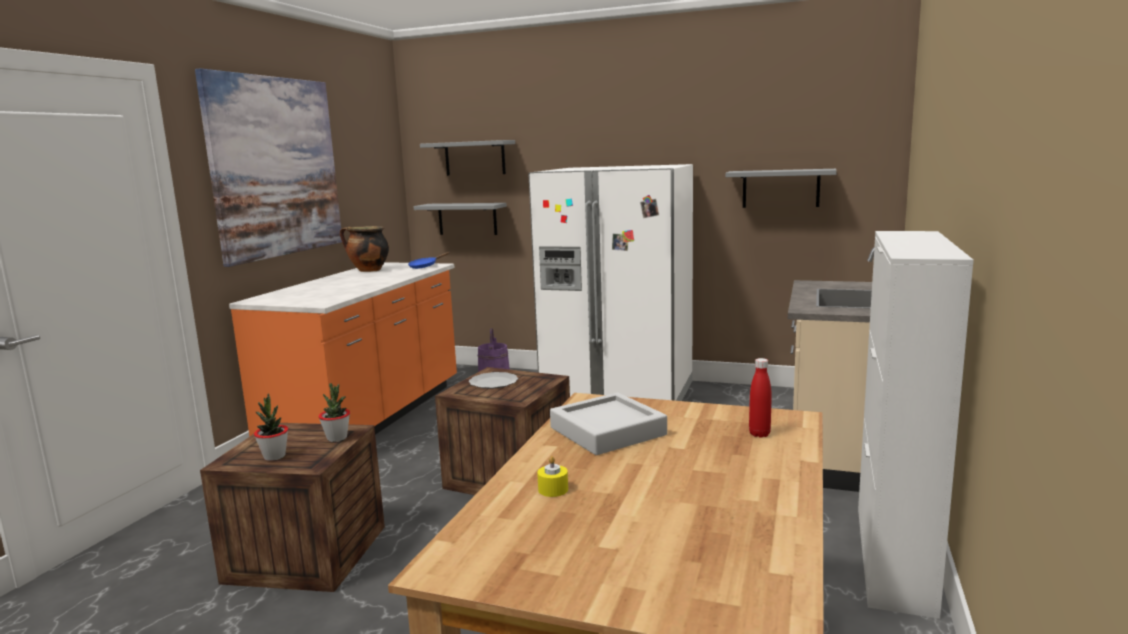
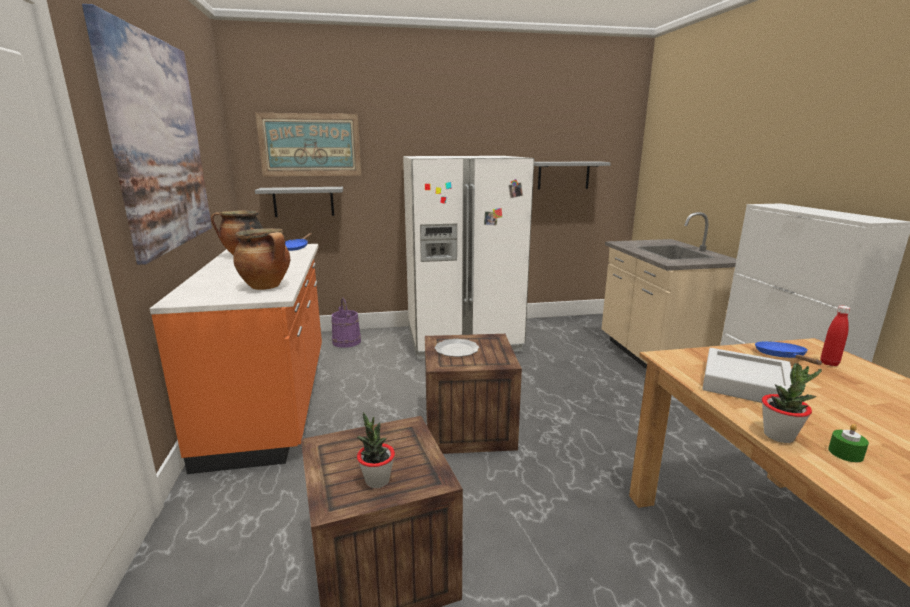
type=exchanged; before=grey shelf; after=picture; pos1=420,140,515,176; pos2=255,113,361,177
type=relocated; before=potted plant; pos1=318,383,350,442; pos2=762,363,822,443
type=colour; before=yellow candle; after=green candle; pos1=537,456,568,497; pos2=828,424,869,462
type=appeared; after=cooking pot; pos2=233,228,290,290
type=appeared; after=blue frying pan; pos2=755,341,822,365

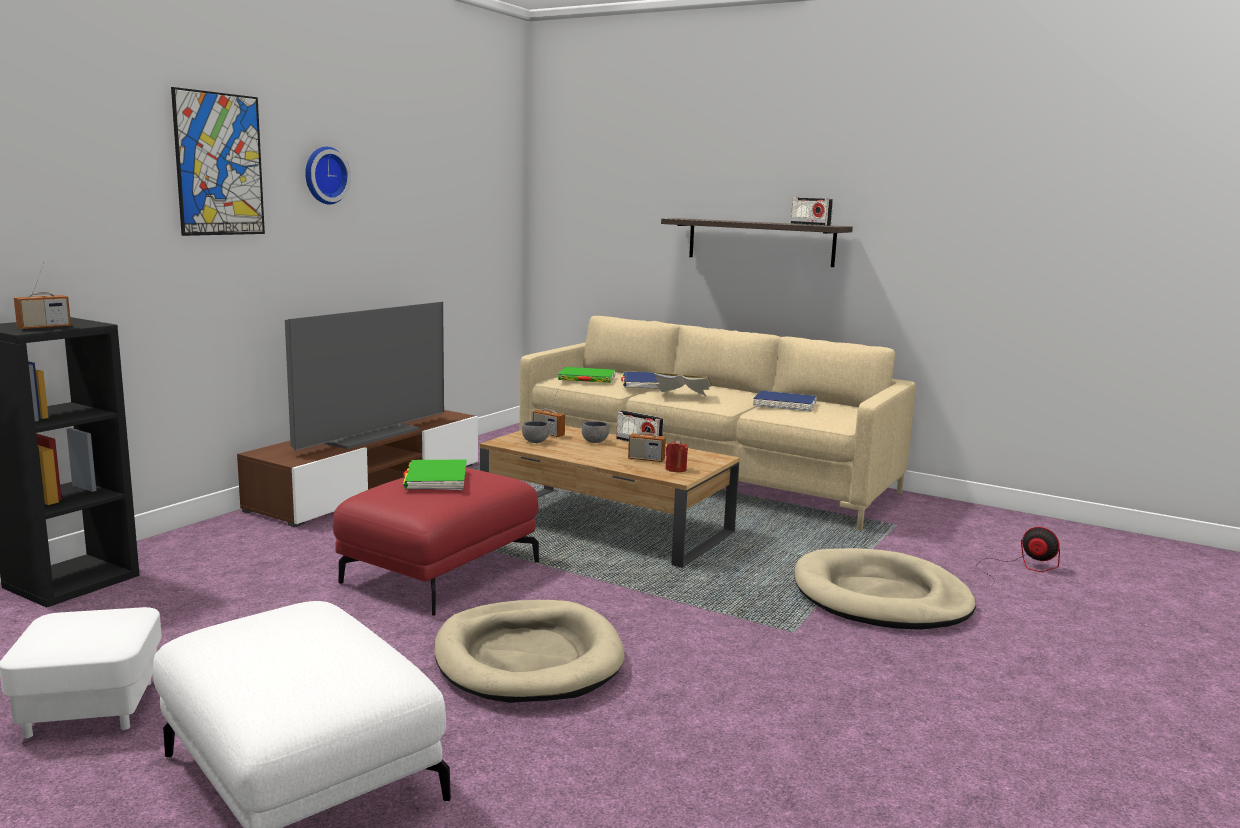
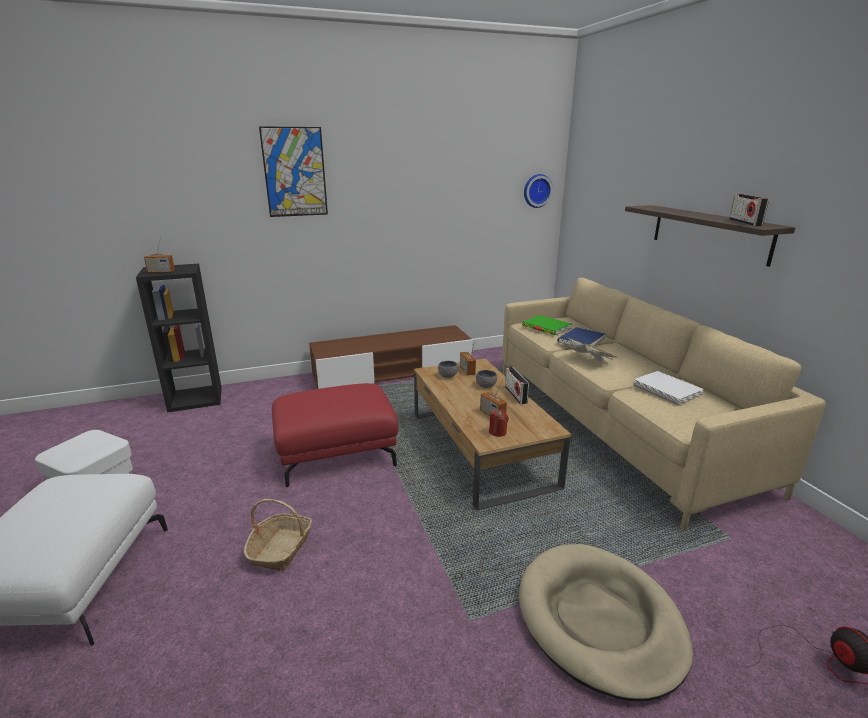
type=relocated; before=wall clock; pos1=305,147,351,204; pos2=524,174,553,208
type=missing; before=television; pos1=285,302,444,450
type=colour; before=blue book; after=white book; pos1=753,391,817,412; pos2=633,371,704,406
type=missing; before=green book; pos1=403,459,467,490
type=exchanged; before=beige dog bed; after=basket; pos1=434,600,625,703; pos2=244,499,312,571

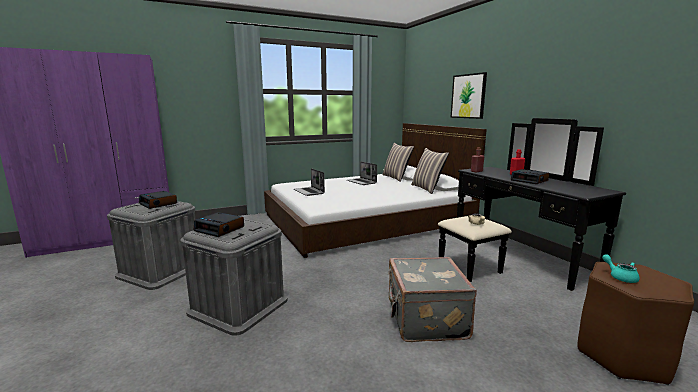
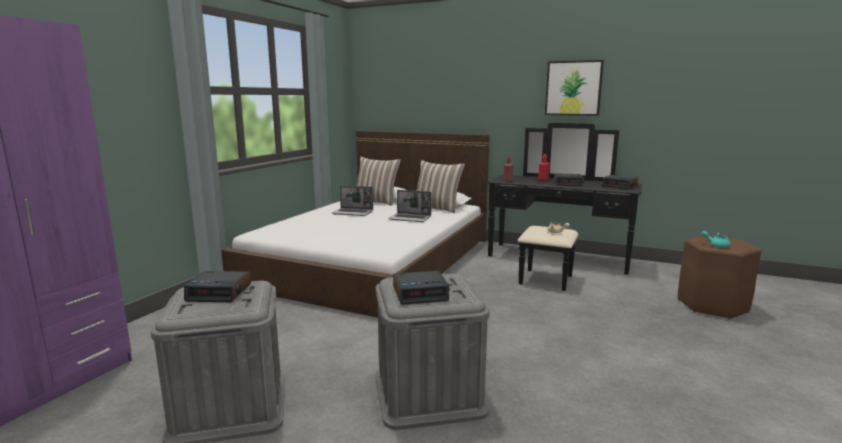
type=relocated; before=picture; pos1=450,72,487,119; pos2=545,60,604,116
type=relocated; before=laptop; pos1=294,168,325,196; pos2=388,190,431,222
type=missing; before=grey suitcase; pos1=388,257,477,342
type=appeared; after=alarm clock; pos2=602,175,638,189

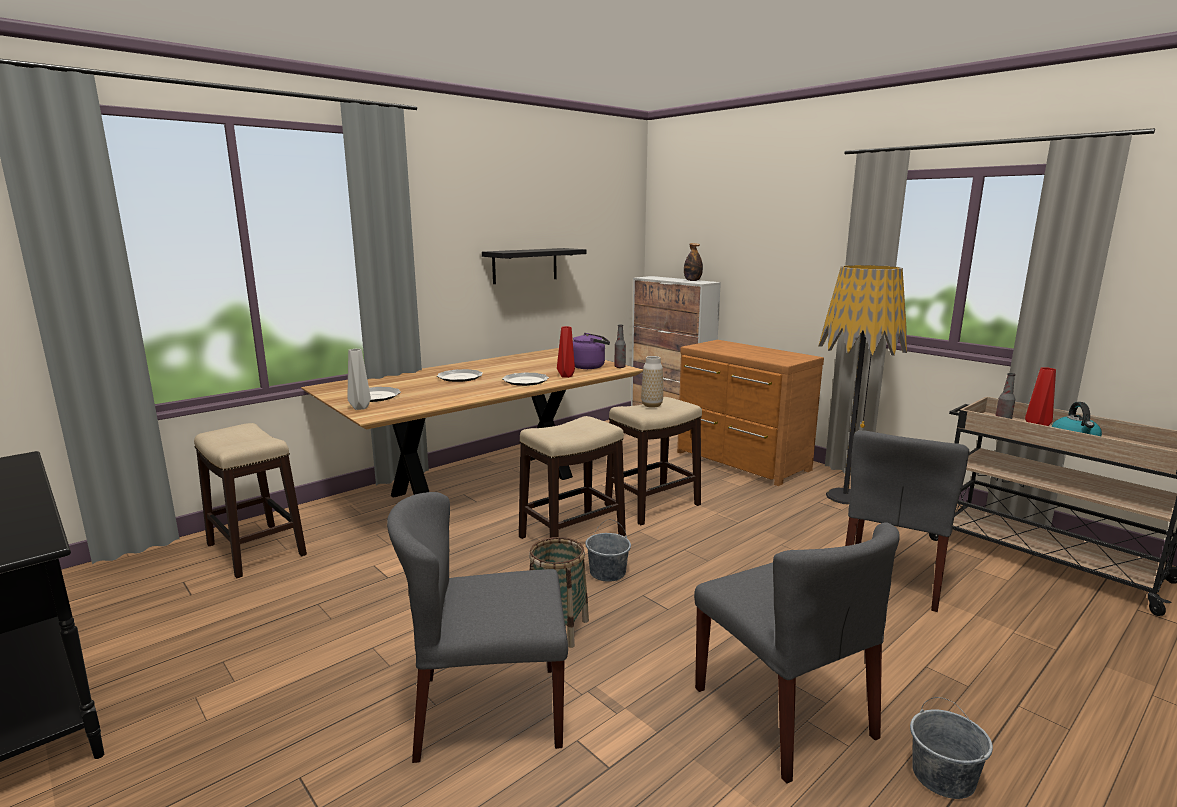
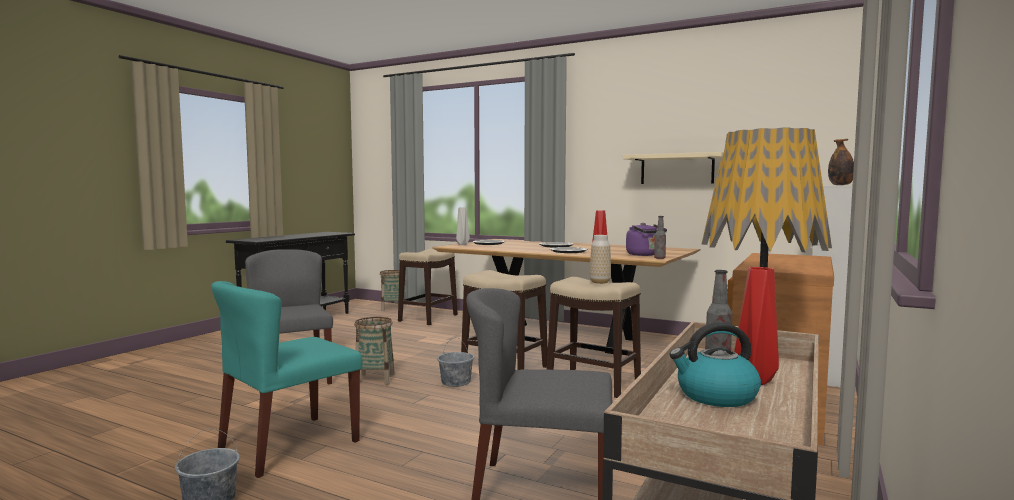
type=colour; before=black shelf; after=beige shelf; pos1=482,248,587,284; pos2=623,152,723,184
type=colour; before=grey chair; after=turquoise chair; pos1=694,522,900,784; pos2=211,281,362,478
type=appeared; after=basket; pos2=380,270,399,311

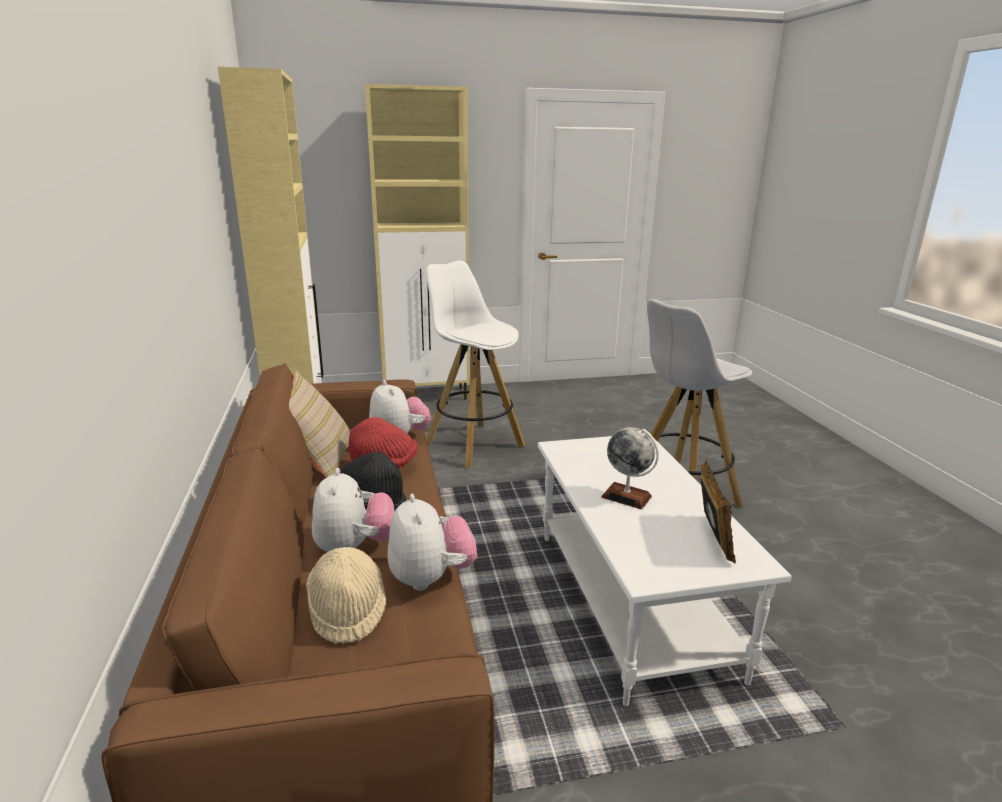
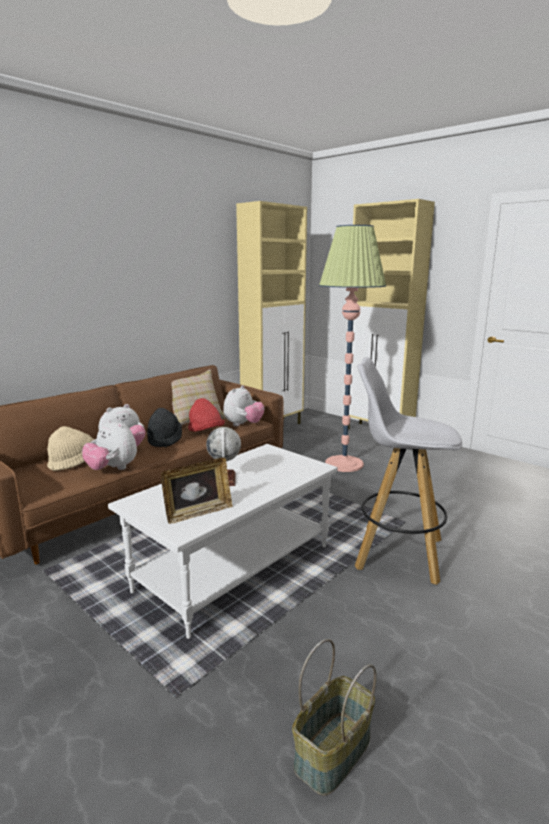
type=exchanged; before=white stool; after=floor lamp; pos1=426,260,525,468; pos2=319,225,386,472
type=spun; before=plush toy; pos1=387,494,477,591; pos2=82,419,137,470; turn=90
type=appeared; after=basket; pos2=292,639,377,795

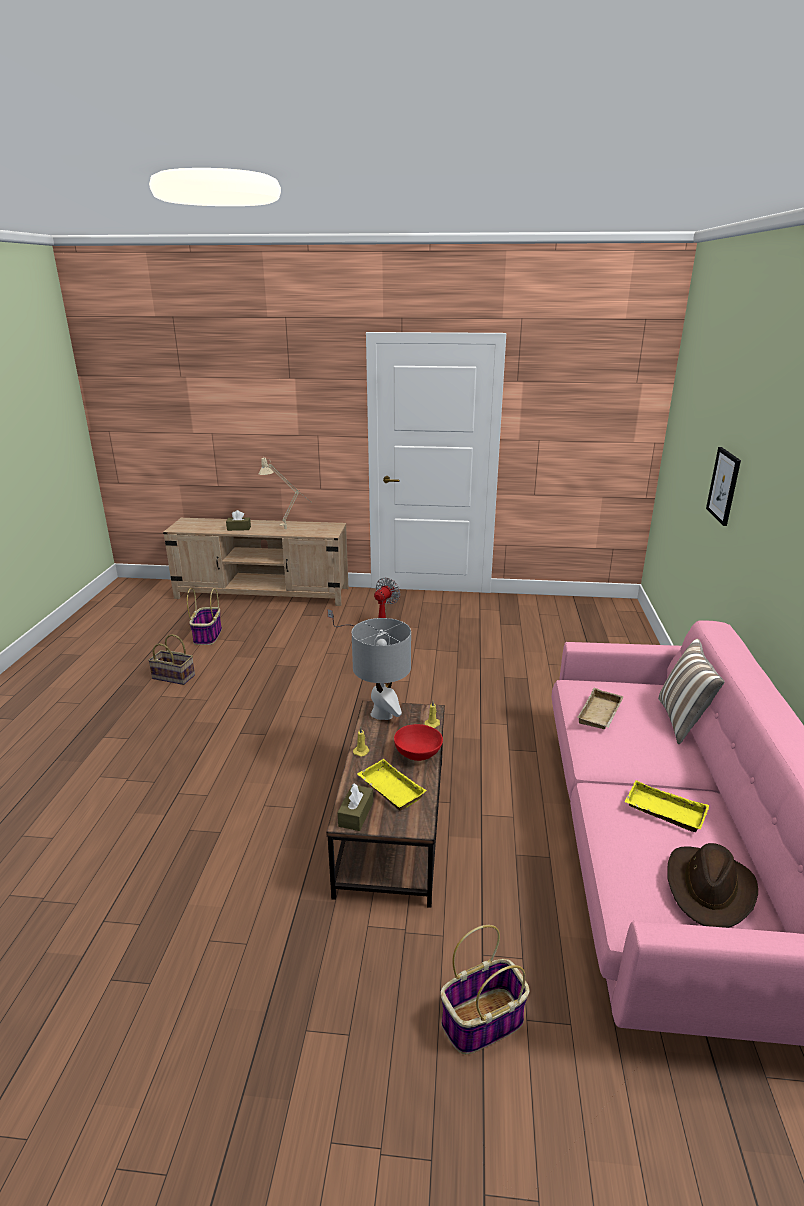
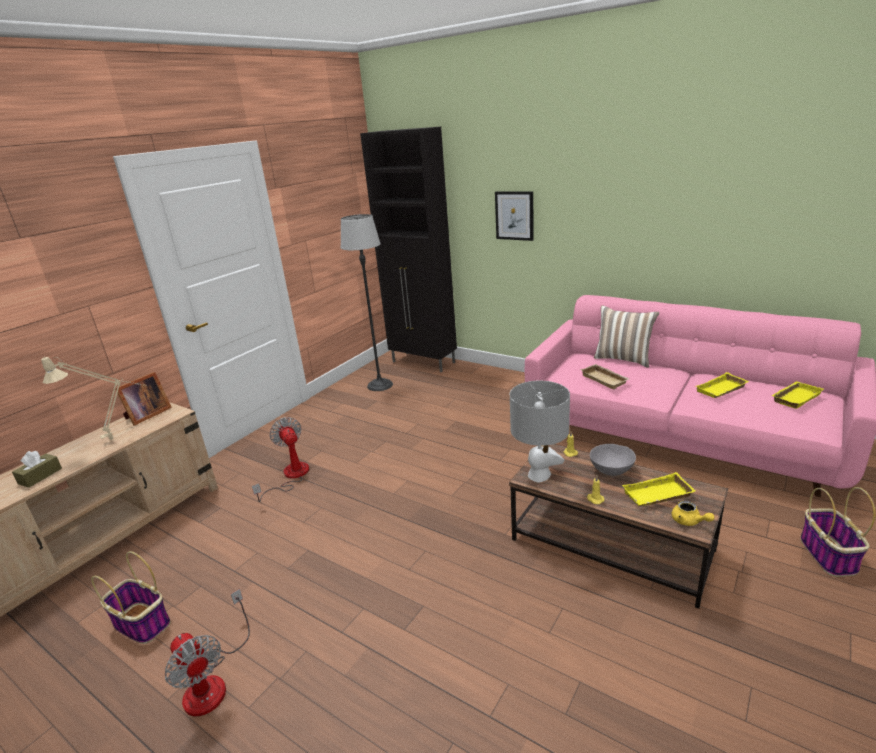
type=exchanged; before=basket; after=fan; pos1=148,634,195,685; pos2=165,589,250,716
type=colour; before=red bowl; after=grey bowl; pos1=394,724,443,761; pos2=590,444,636,476
type=exchanged; before=brown tissue box; after=yellow teapot; pos1=338,783,373,831; pos2=672,501,715,526
type=exchanged; before=brown hat; after=yellow tray; pos1=667,843,758,928; pos2=771,381,823,409
type=appeared; after=black cabinet; pos2=360,127,457,372
type=appeared; after=floor lamp; pos2=340,214,393,391
type=appeared; after=picture frame; pos2=115,372,172,425

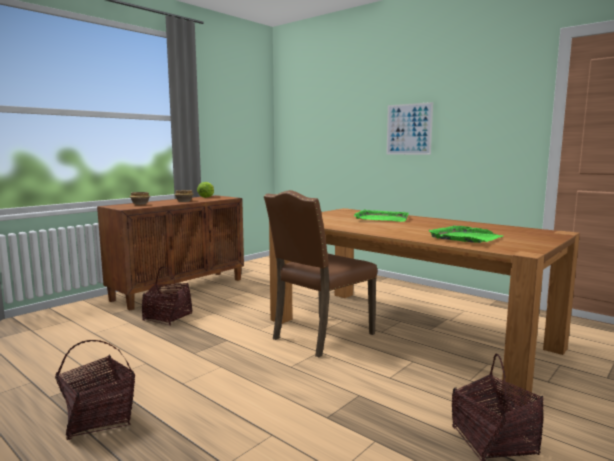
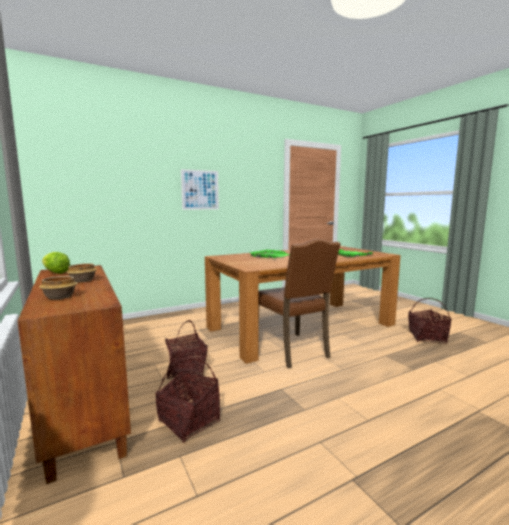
type=relocated; before=basket; pos1=55,340,135,440; pos2=165,320,208,379

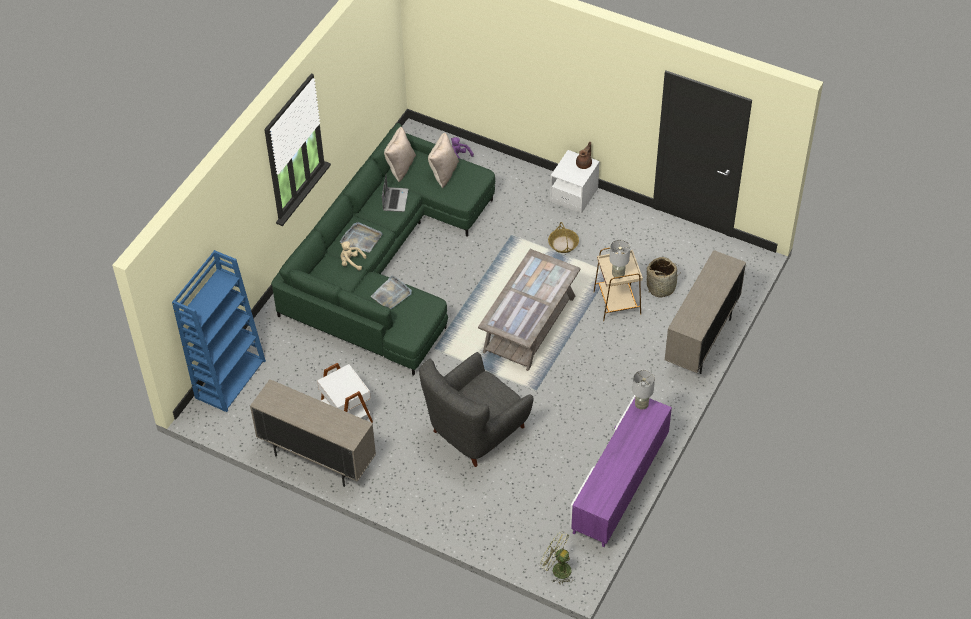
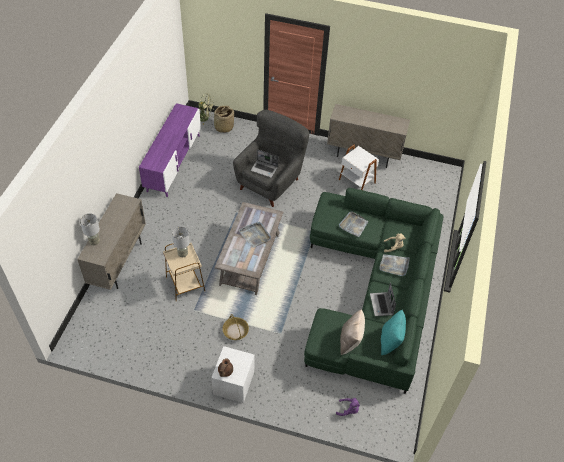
type=colour; before=beige pillow; after=turquoise pillow; pos1=384,127,416,183; pos2=381,309,406,355
type=missing; before=blue bookcase; pos1=172,250,266,412
type=relocated; before=basket; pos1=647,257,682,298; pos2=212,106,234,133
type=relocated; before=grey table lamp; pos1=632,370,655,410; pos2=80,213,100,245
type=appeared; after=laptop; pos2=251,149,278,178
type=appeared; after=grey tray; pos2=238,222,271,248

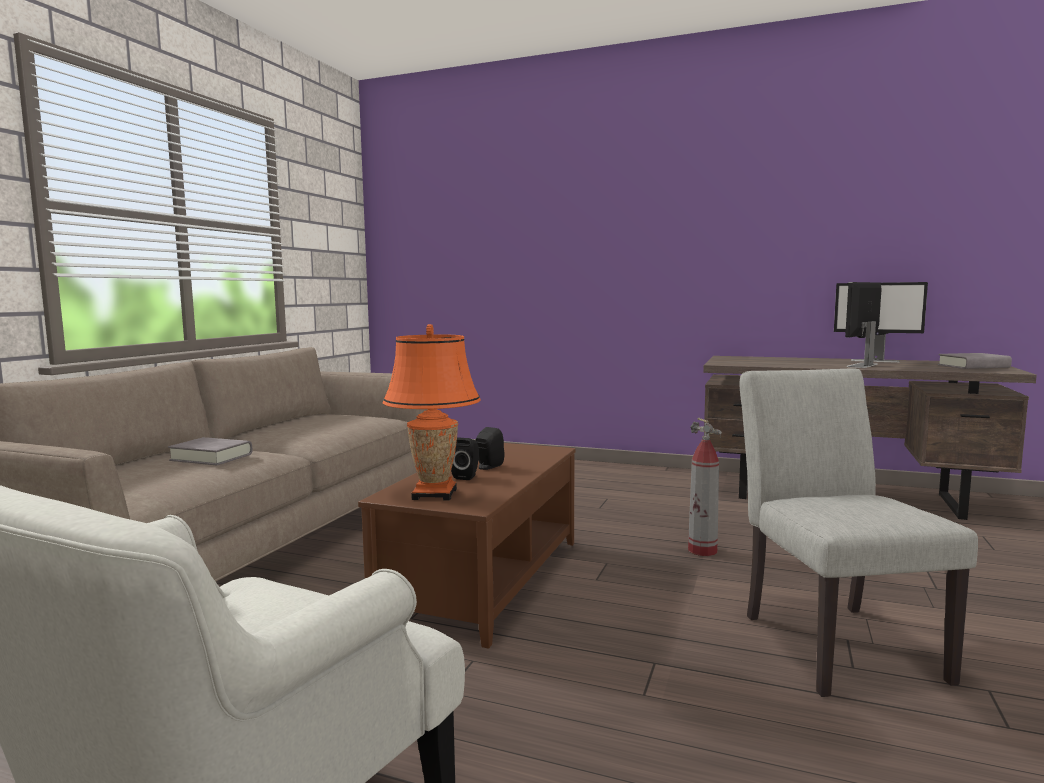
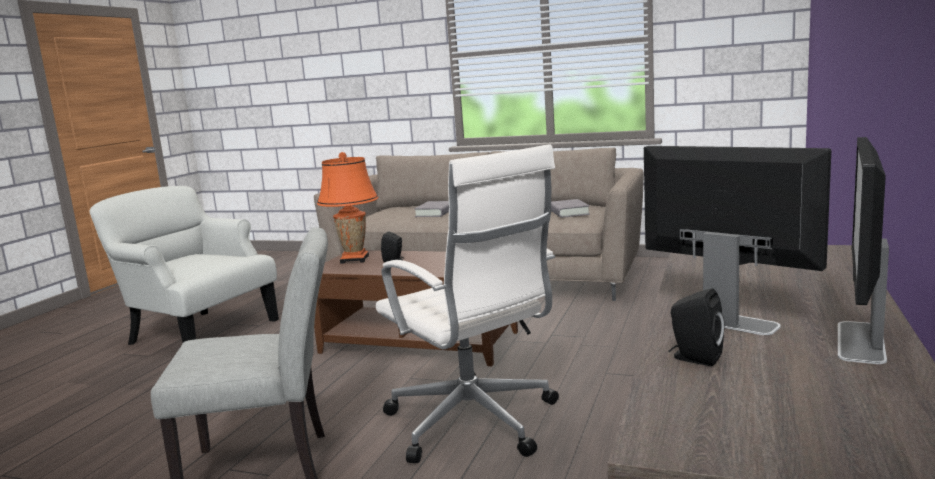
type=relocated; before=grey book; pos1=938,353,1012,369; pos2=551,199,590,218
type=exchanged; before=fire extinguisher; after=white office chair; pos1=688,418,722,556; pos2=376,144,559,463
type=relocated; before=black speaker; pos1=475,427,504,470; pos2=669,288,725,366

